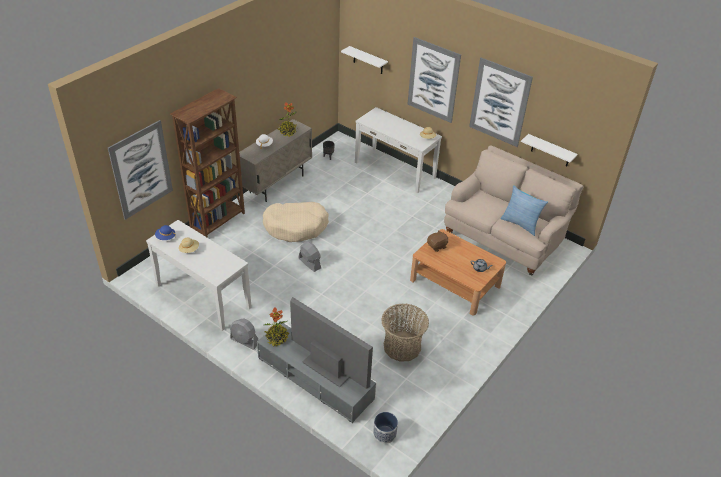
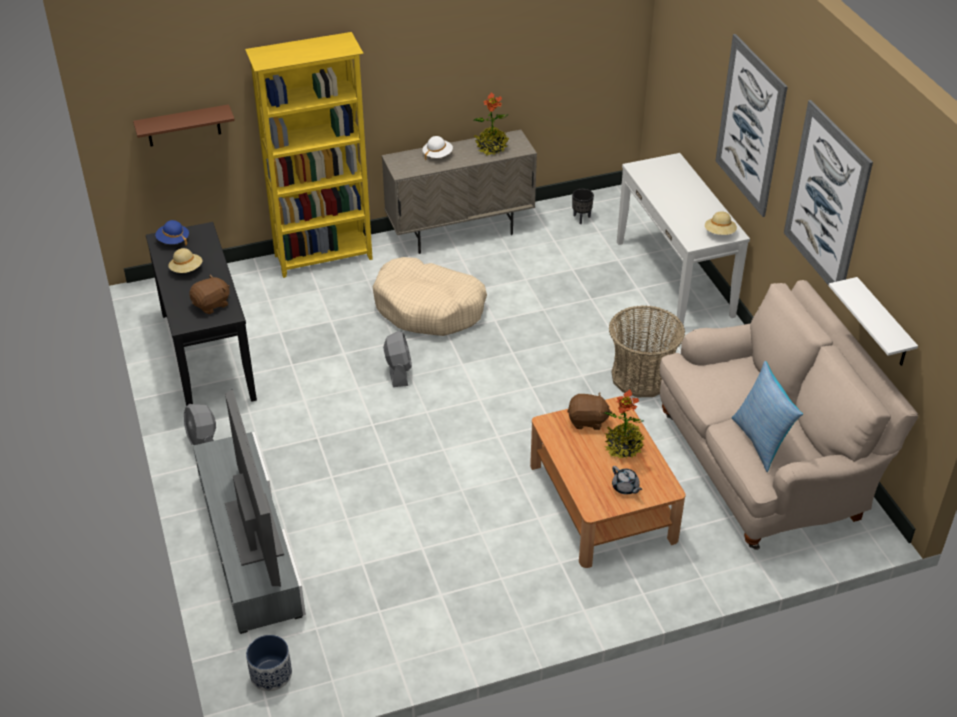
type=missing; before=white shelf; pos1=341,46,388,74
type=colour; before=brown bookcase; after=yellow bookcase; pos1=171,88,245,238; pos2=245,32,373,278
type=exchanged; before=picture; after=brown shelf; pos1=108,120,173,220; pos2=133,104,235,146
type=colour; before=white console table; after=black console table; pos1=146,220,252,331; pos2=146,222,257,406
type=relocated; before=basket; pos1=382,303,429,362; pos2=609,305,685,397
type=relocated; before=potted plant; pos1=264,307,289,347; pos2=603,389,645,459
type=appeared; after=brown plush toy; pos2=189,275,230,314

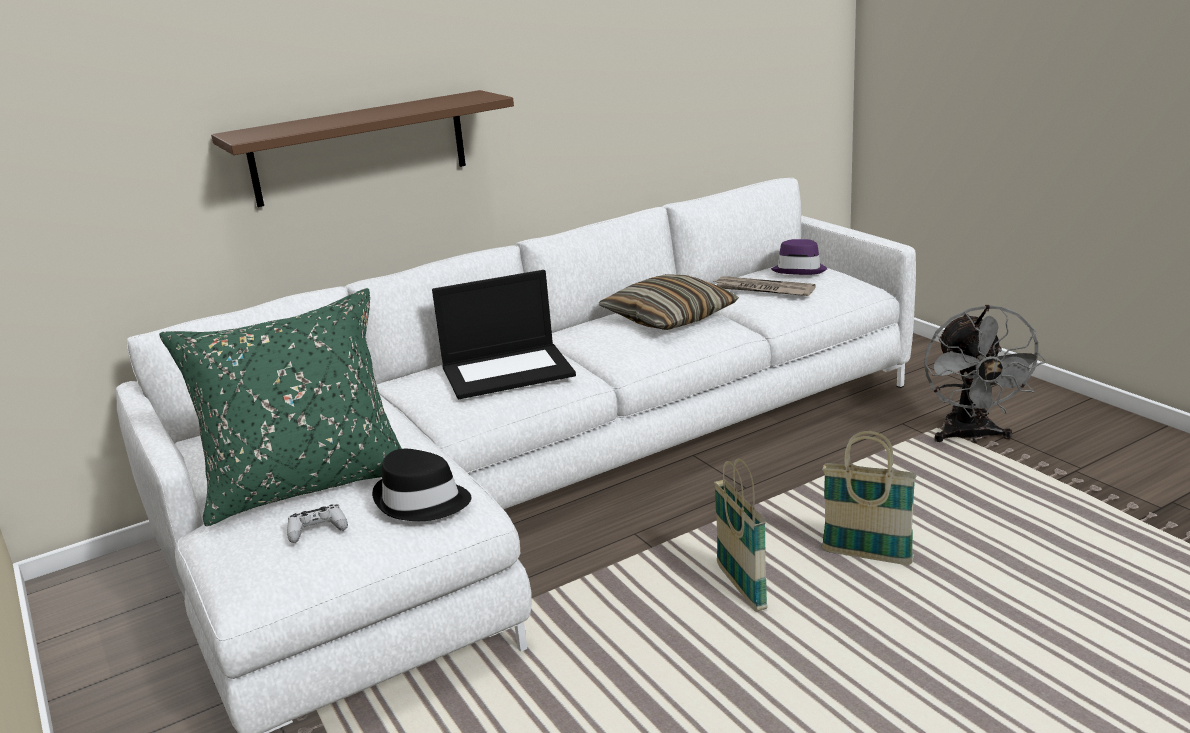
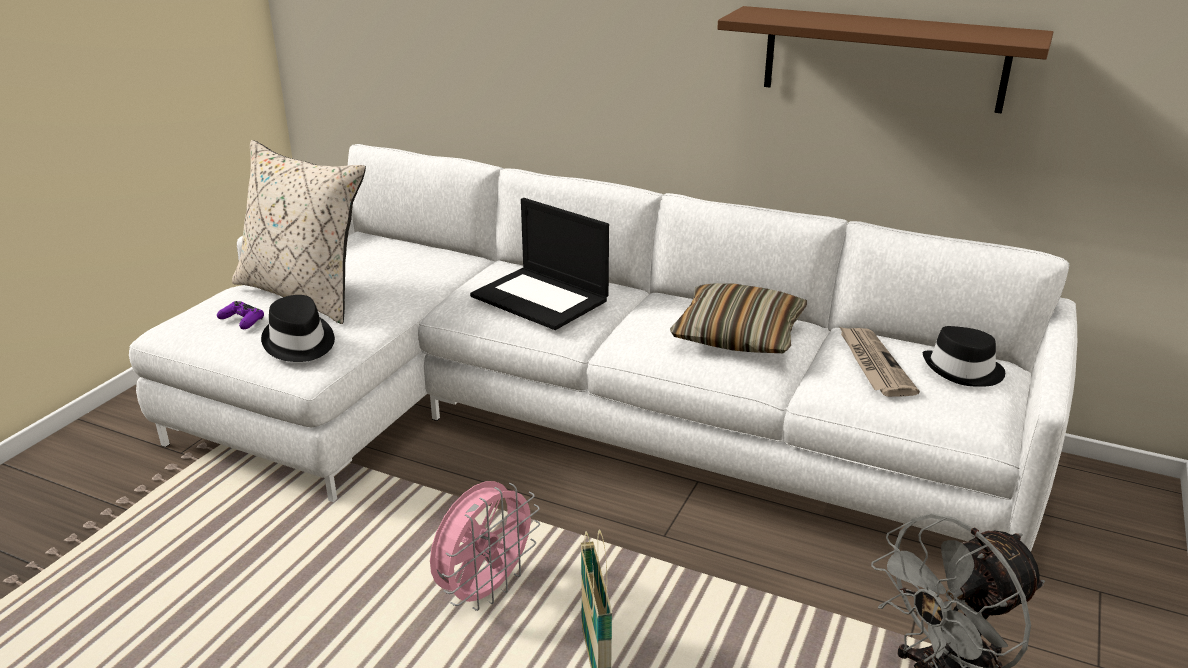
type=relocated; before=brown shelf; pos1=211,90,514,207; pos2=717,6,1053,113
type=colour; before=purple hat; after=black hat; pos1=771,239,827,275; pos2=923,326,1005,387
type=colour; before=green pillow; after=beige pillow; pos1=159,288,402,526; pos2=232,140,366,324
type=exchanged; before=basket; after=pink fan; pos1=714,458,768,612; pos2=430,481,540,611
type=colour; before=white game controller; after=purple game controller; pos1=287,504,348,543; pos2=217,301,264,329

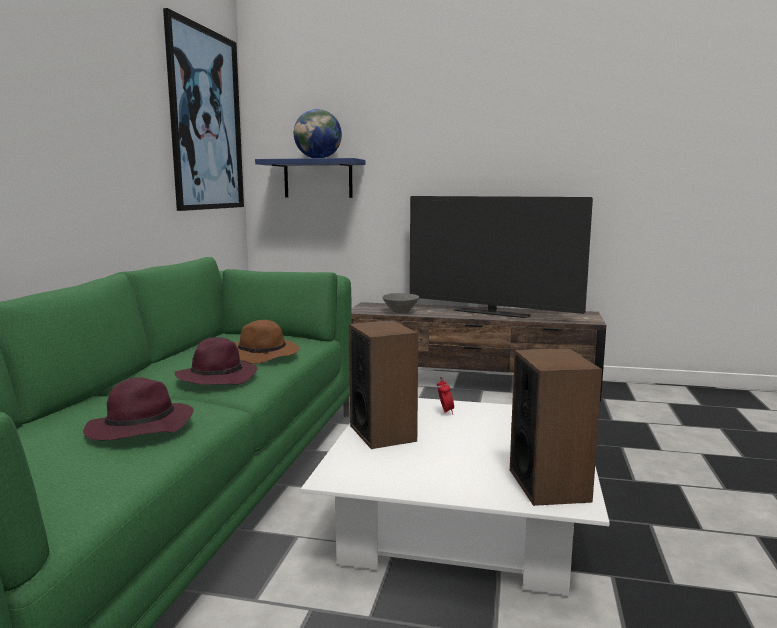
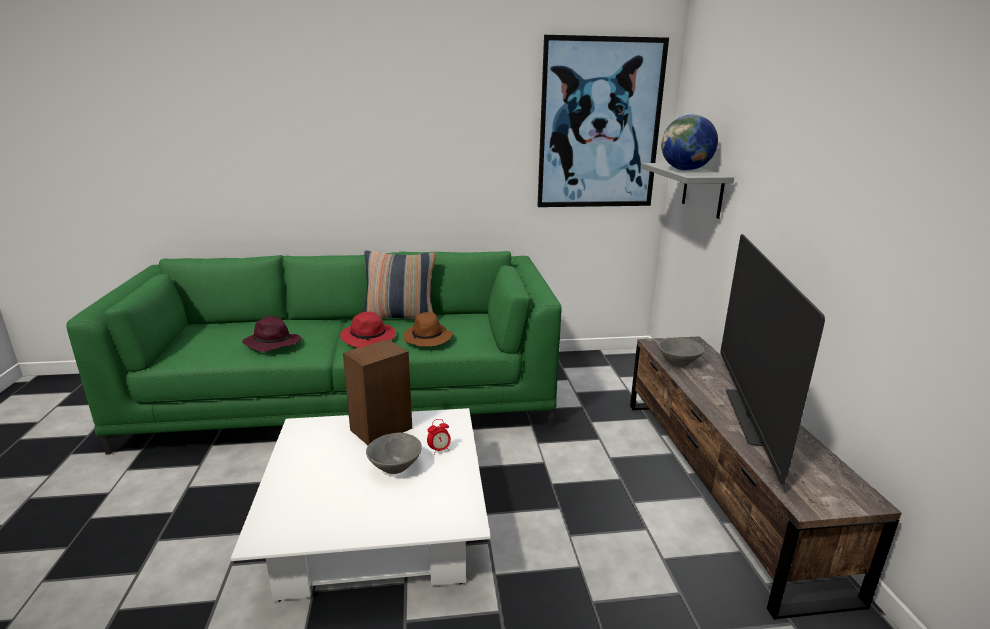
type=colour; before=blue shelf; after=grey shelf; pos1=255,158,365,198; pos2=641,163,734,219
type=colour; before=purple hat; after=red hat; pos1=175,337,258,385; pos2=340,312,396,348
type=missing; before=speaker; pos1=510,348,602,506
type=appeared; after=pillow; pos2=364,250,436,319
type=appeared; after=grey bowl; pos2=366,433,422,474

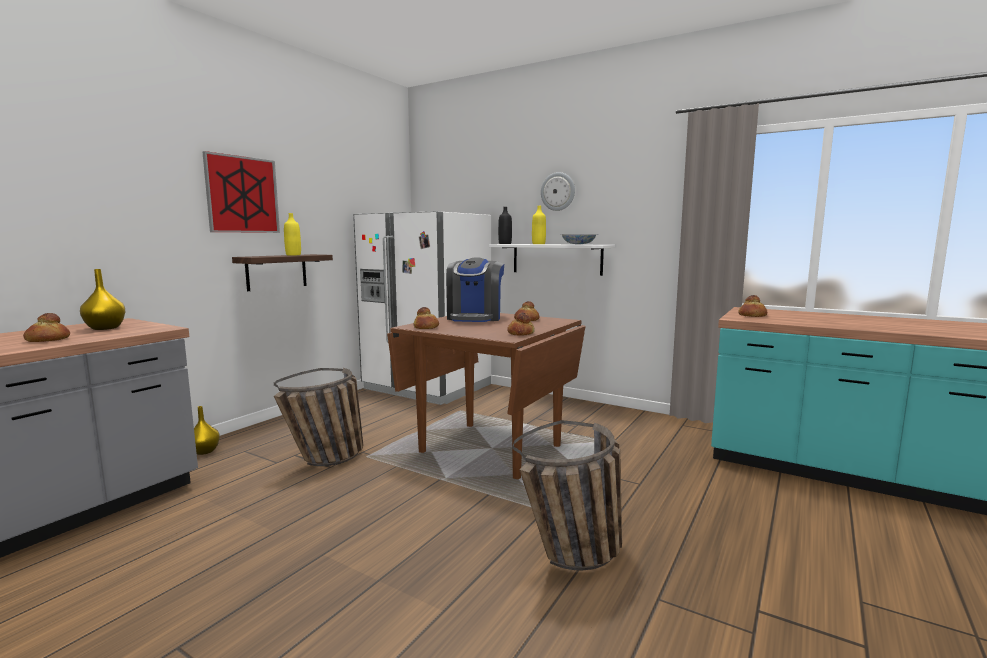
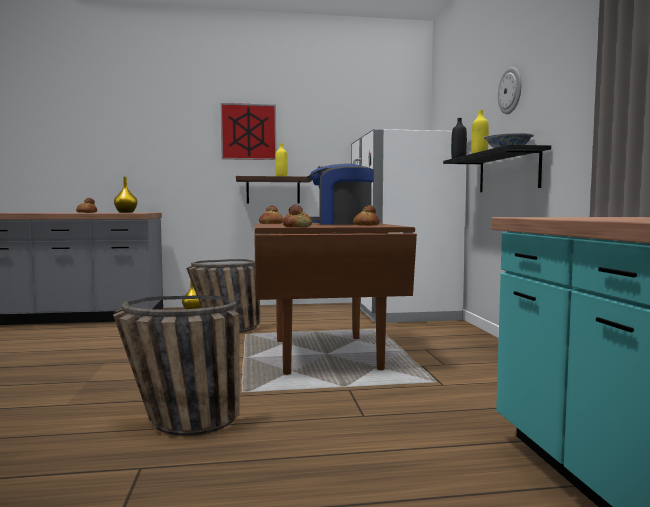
type=colour; before=white shelf; after=black shelf; pos1=489,244,615,276; pos2=443,145,551,192
type=spun; before=coffee machine; pos1=446,257,504,322; pos2=306,163,374,225; turn=45
type=missing; before=bread; pos1=738,295,767,317

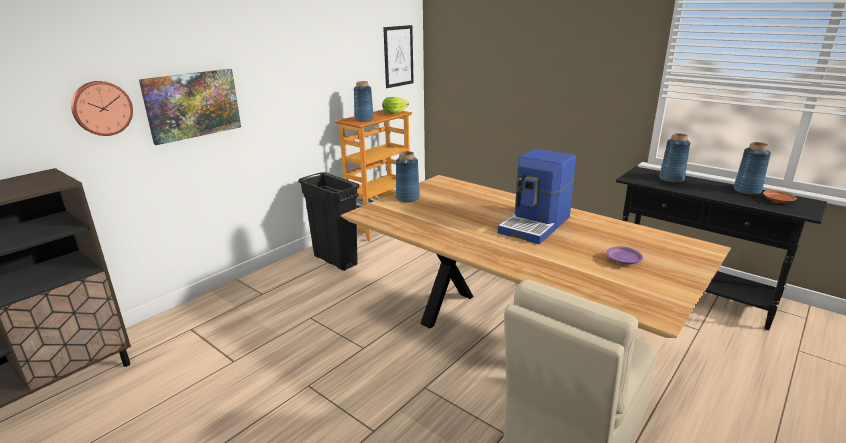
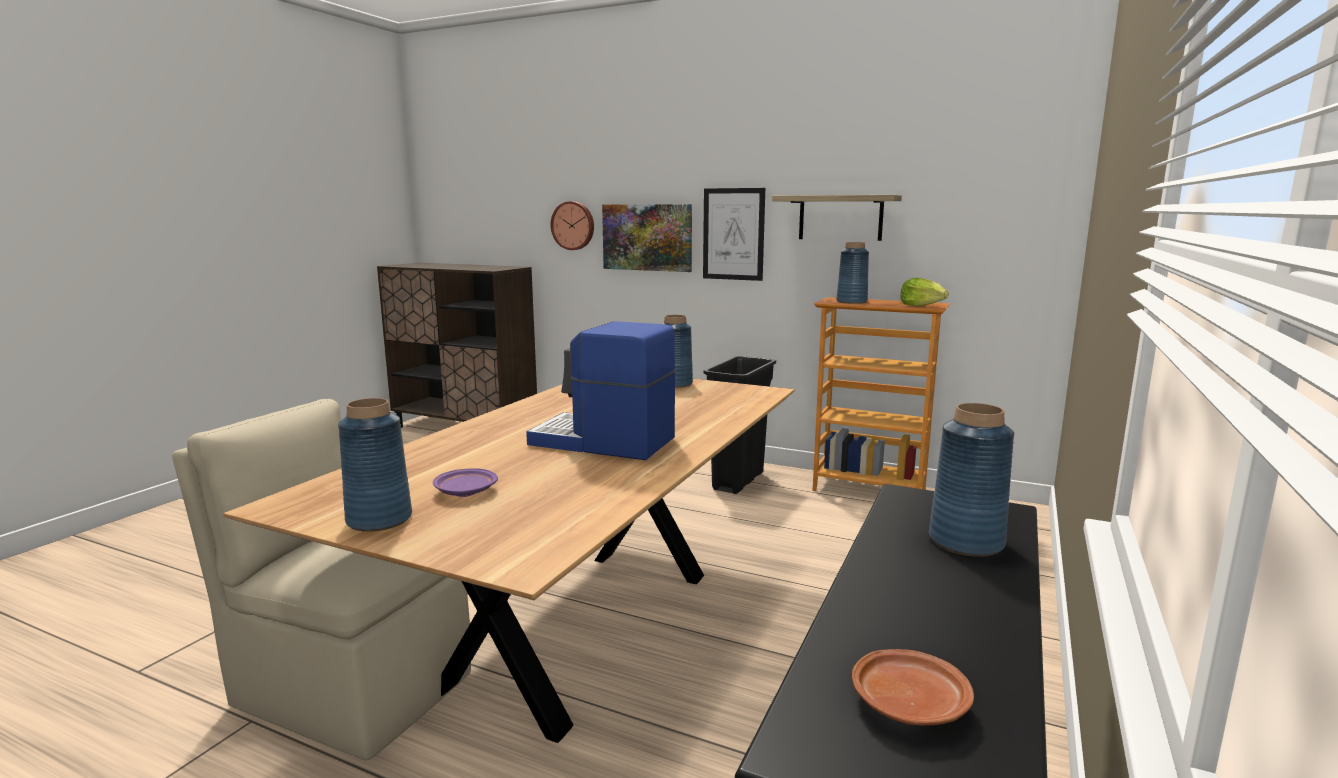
type=relocated; before=picture; pos1=383,25,414,88; pos2=703,188,765,281
type=relocated; before=blue vase; pos1=734,142,771,195; pos2=338,398,412,532
type=appeared; after=shelf; pos2=772,195,902,241

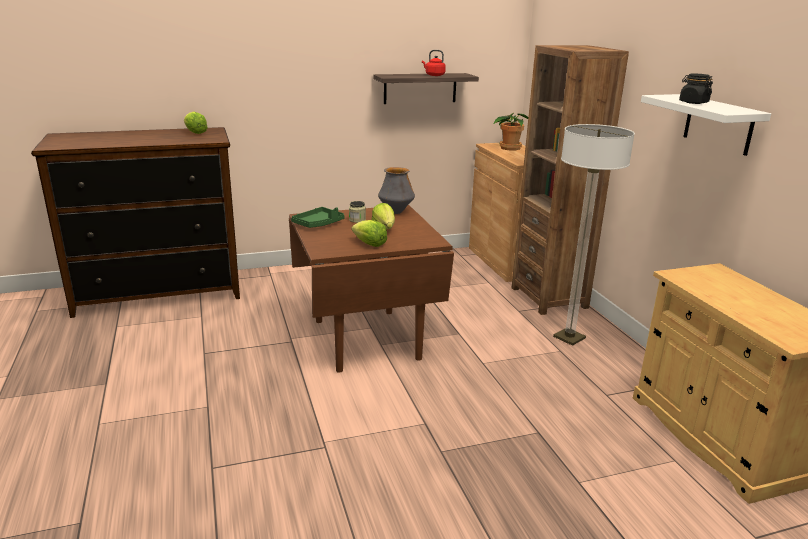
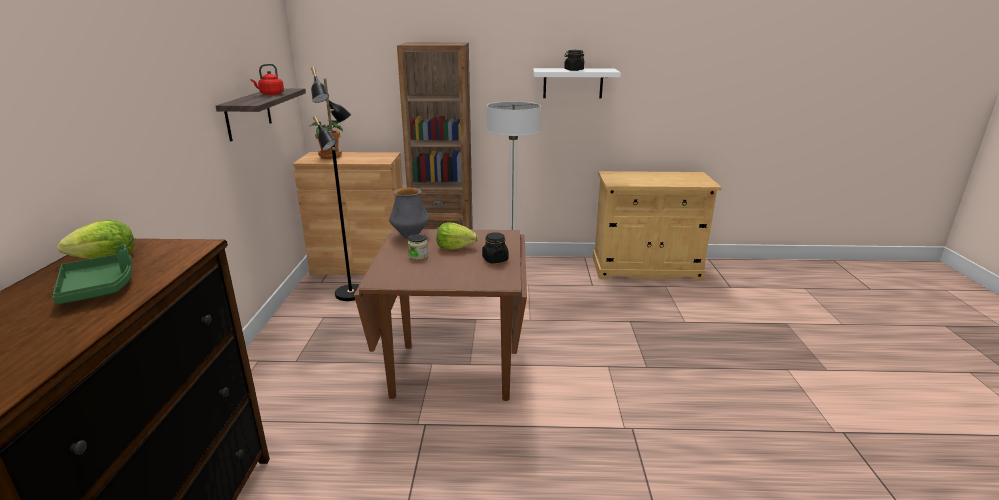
type=relocated; before=green tray; pos1=291,207,344,228; pos2=52,245,132,304
type=exchanged; before=lettuce; after=black jar; pos1=352,220,387,247; pos2=482,232,509,263
type=appeared; after=black floor lamp; pos2=311,67,360,301

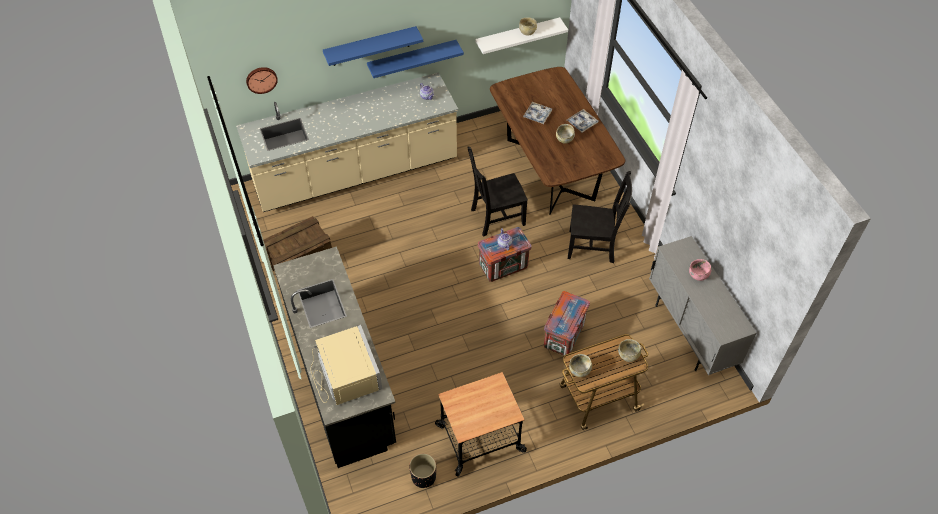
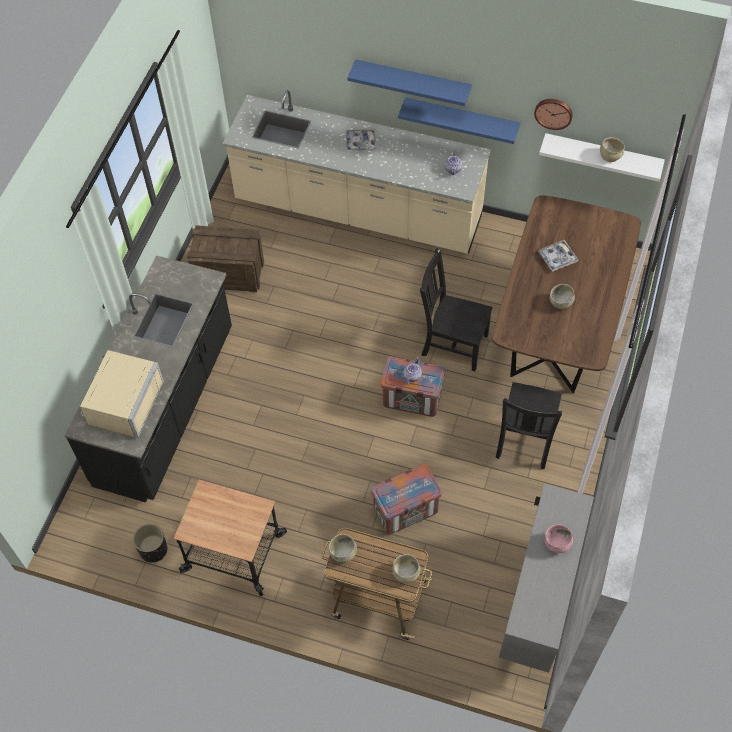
type=relocated; before=wall clock; pos1=246,67,278,94; pos2=534,99,573,130
type=relocated; before=tray; pos1=567,109,599,132; pos2=346,129,376,151
type=spun; before=black chair; pos1=568,171,632,263; pos2=496,382,562,469; turn=60

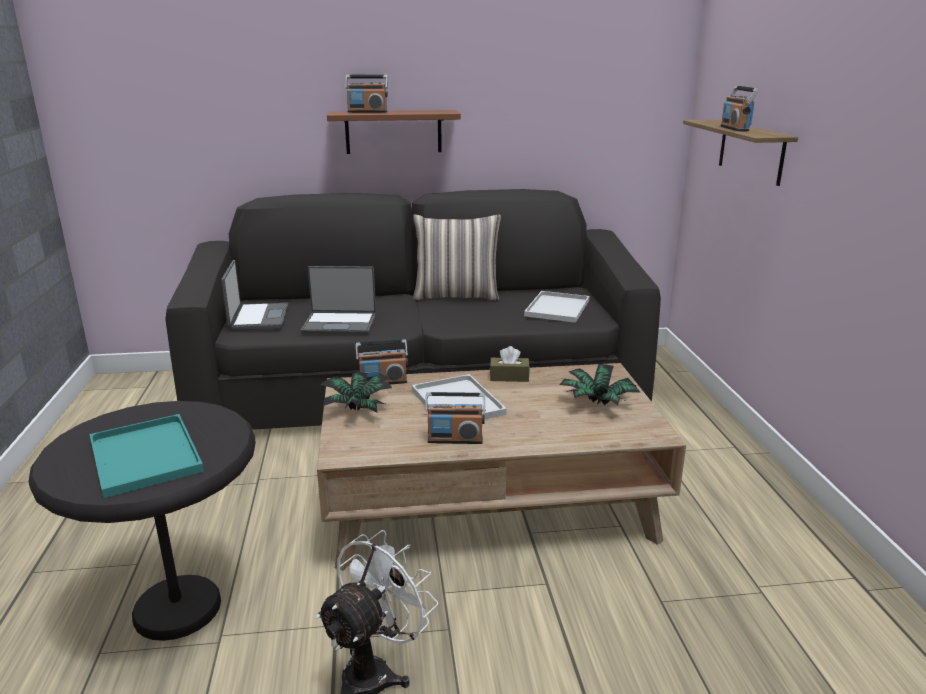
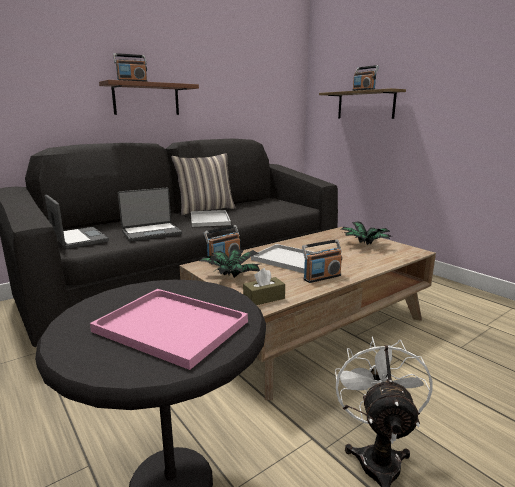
type=relocated; before=white tray; pos1=524,291,590,323; pos2=191,210,231,227
type=relocated; before=brown tissue box; pos1=490,346,530,382; pos2=243,268,285,305
type=colour; before=turquoise tray; after=pink tray; pos1=90,414,204,498; pos2=90,289,248,370

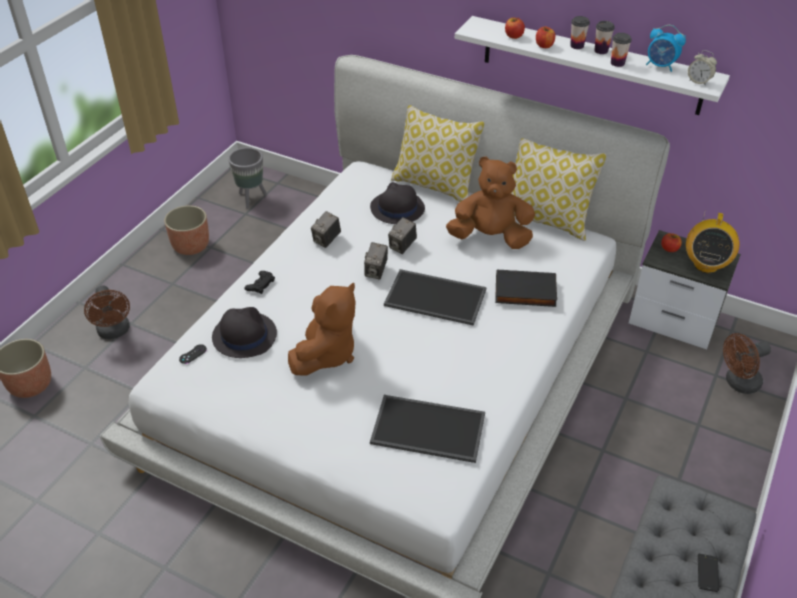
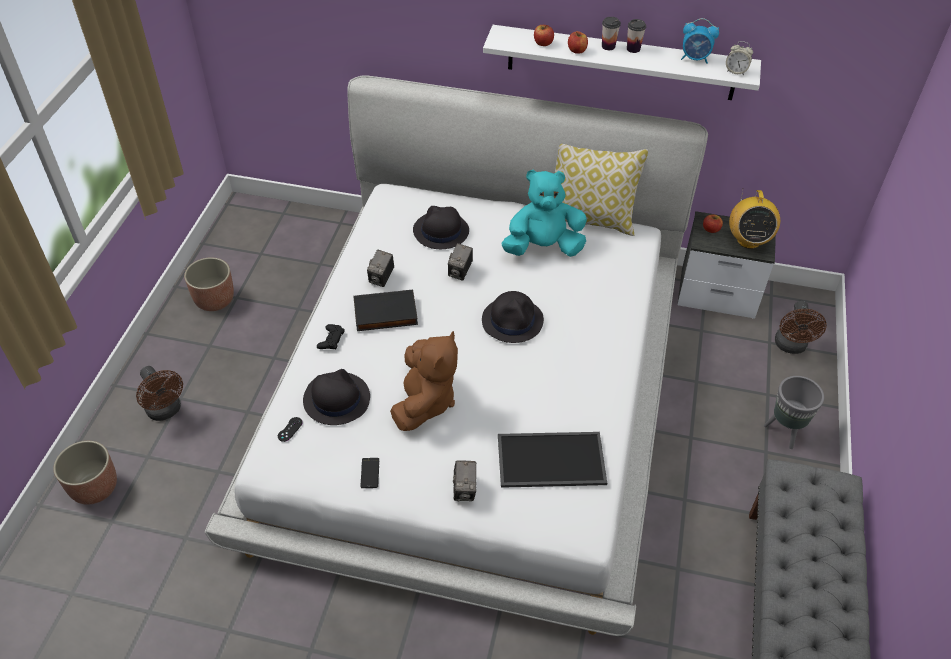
type=missing; before=cup; pos1=611,33,632,67
type=missing; before=pillow; pos1=391,105,484,202
type=relocated; before=grey planter; pos1=228,148,267,209; pos2=764,376,824,449
type=colour; before=brown plush toy; after=turquoise plush toy; pos1=446,156,535,249; pos2=502,170,587,257
type=relocated; before=photo camera; pos1=364,242,388,279; pos2=453,460,477,502
type=exchanged; before=tray; after=black hat; pos1=384,269,486,326; pos2=482,291,544,343
type=relocated; before=black book; pos1=495,270,557,307; pos2=353,290,418,331
type=spun; before=brown fan; pos1=723,333,771,394; pos2=775,301,827,354; turn=-45
type=relocated; before=phone; pos1=698,554,719,592; pos2=360,458,379,488

